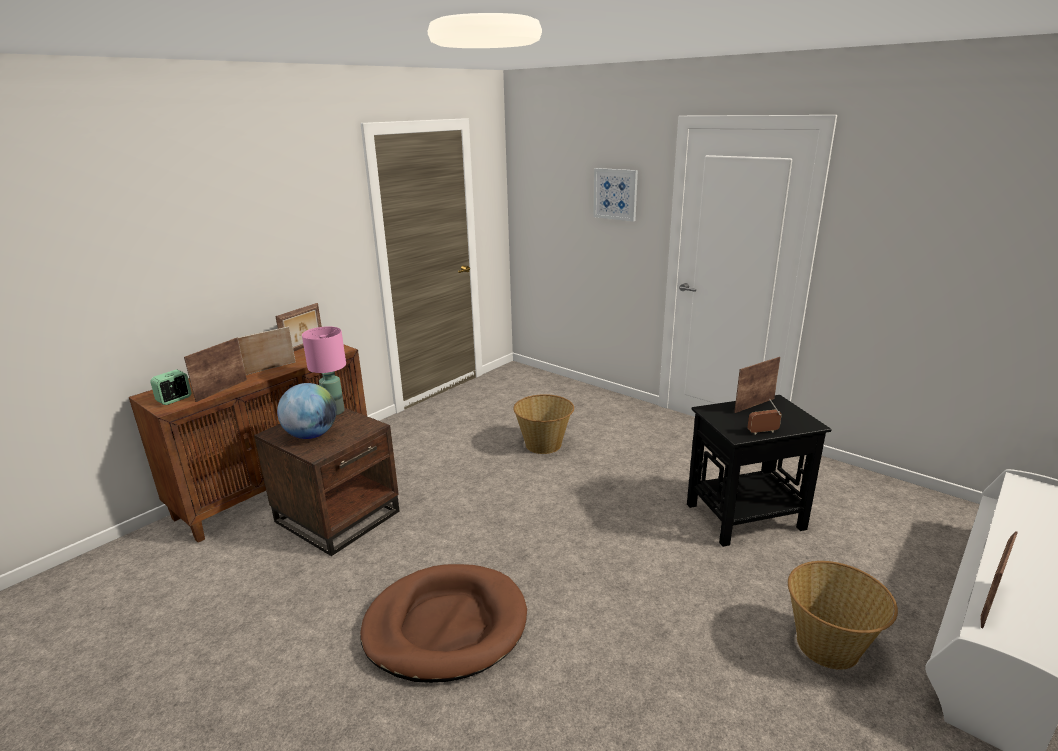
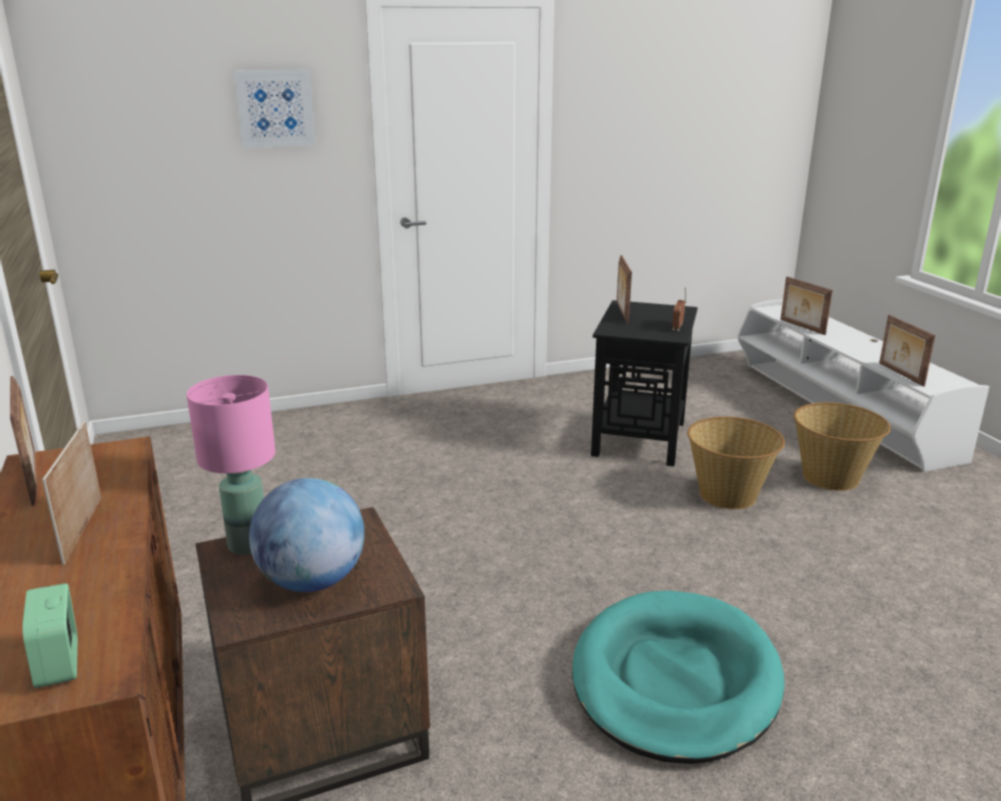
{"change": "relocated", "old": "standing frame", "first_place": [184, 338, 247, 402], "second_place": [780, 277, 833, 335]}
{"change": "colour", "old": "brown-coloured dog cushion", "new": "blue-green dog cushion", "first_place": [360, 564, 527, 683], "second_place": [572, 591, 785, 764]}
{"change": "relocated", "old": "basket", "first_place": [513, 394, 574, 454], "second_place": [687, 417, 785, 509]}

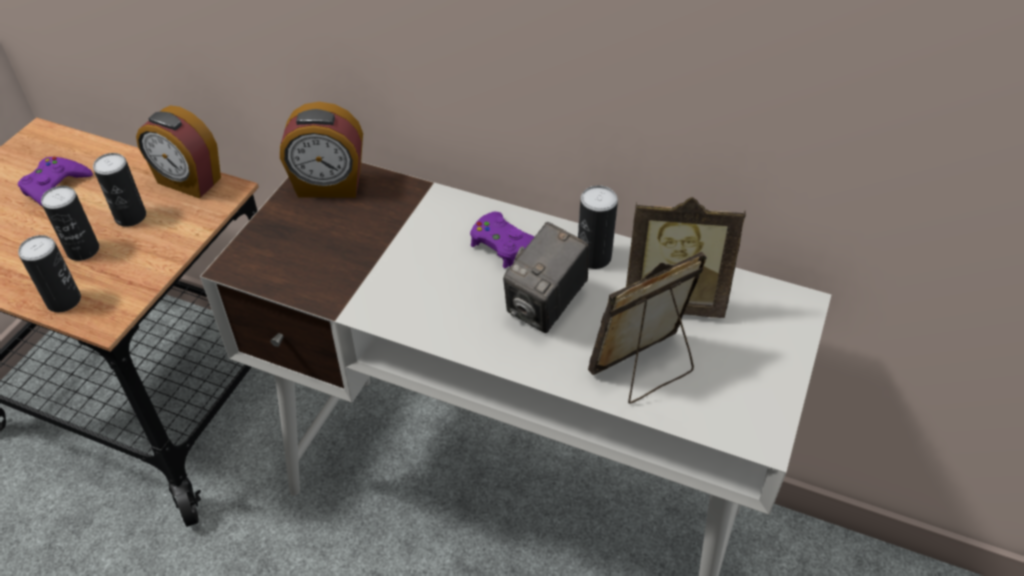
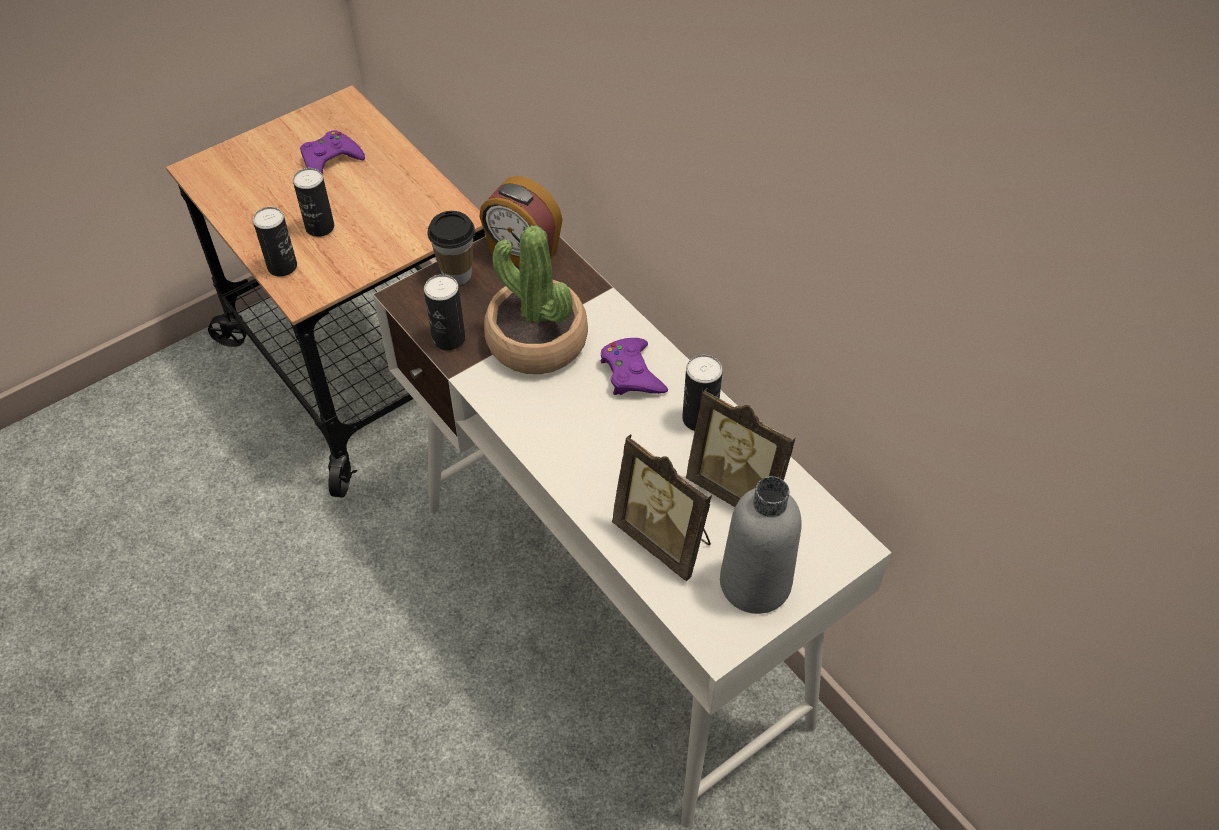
{"change": "relocated", "old": "can", "first_place": [93, 153, 146, 227], "second_place": [424, 274, 465, 351]}
{"change": "missing", "old": "table clock", "first_place": [136, 105, 221, 199]}
{"change": "missing", "old": "photo camera", "first_place": [503, 222, 588, 333]}
{"change": "spun", "old": "standing frame", "first_place": [588, 251, 707, 404], "second_place": [612, 434, 712, 581], "degrees": -135}
{"change": "appeared", "new": "small cup", "second_place": [428, 211, 475, 285]}
{"change": "appeared", "new": "plant in a pot", "second_place": [484, 225, 588, 374]}
{"change": "appeared", "new": "gray bottle", "second_place": [720, 476, 802, 614]}

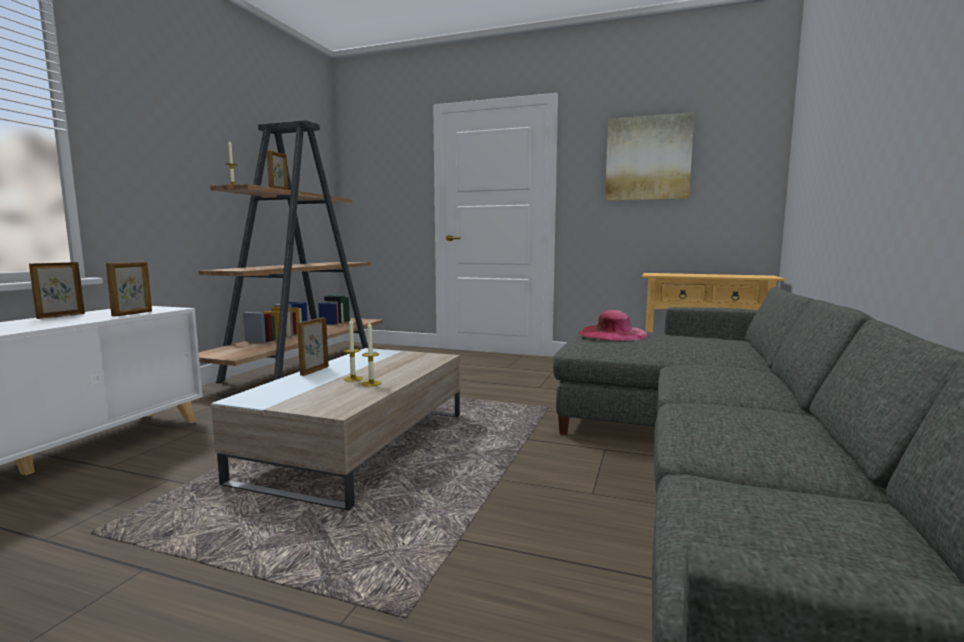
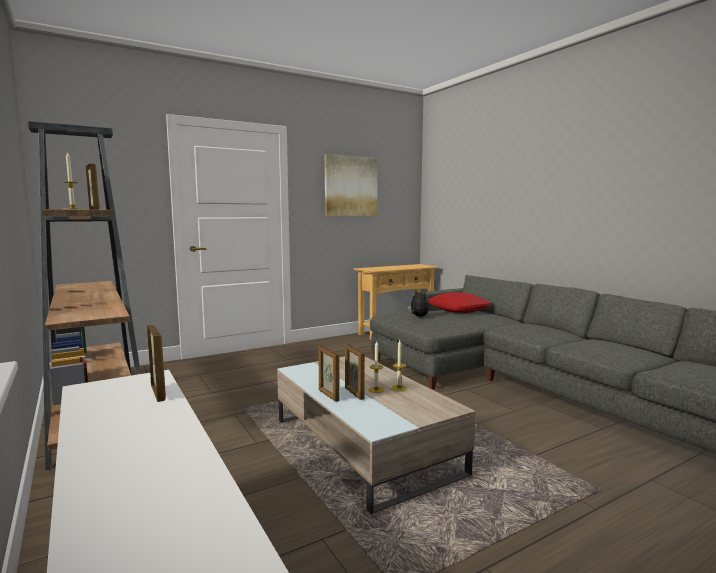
{"change": "relocated", "old": "standing frame", "first_place": [29, 262, 85, 319], "second_place": [345, 344, 365, 400]}
{"change": "exchanged", "old": "pinkish wearable hat", "new": "soft toy", "first_place": [579, 310, 649, 341], "second_place": [408, 290, 430, 317]}
{"change": "appeared", "new": "red throw pillow", "second_place": [429, 292, 491, 313]}

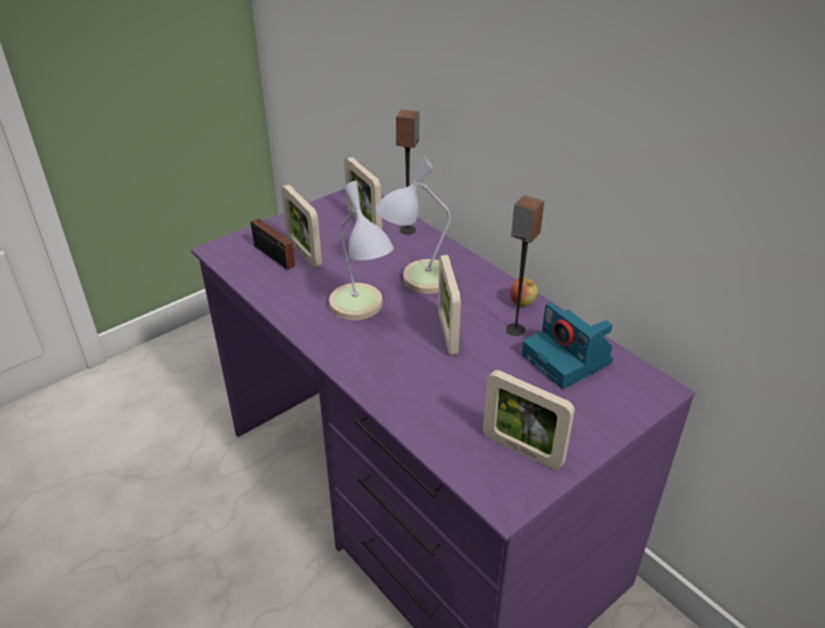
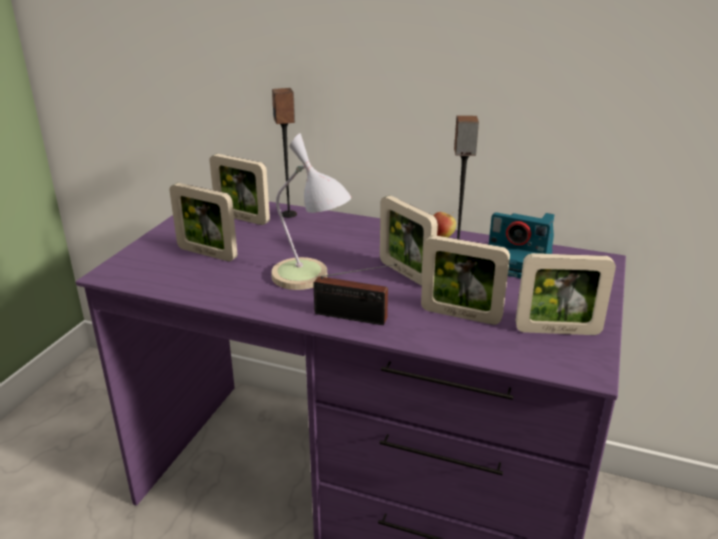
{"change": "relocated", "old": "radio", "first_place": [250, 218, 295, 270], "second_place": [313, 264, 397, 325]}
{"change": "missing", "old": "tabletop lamp", "first_place": [376, 156, 454, 294]}
{"change": "appeared", "new": "standing frame", "second_place": [421, 235, 510, 325]}

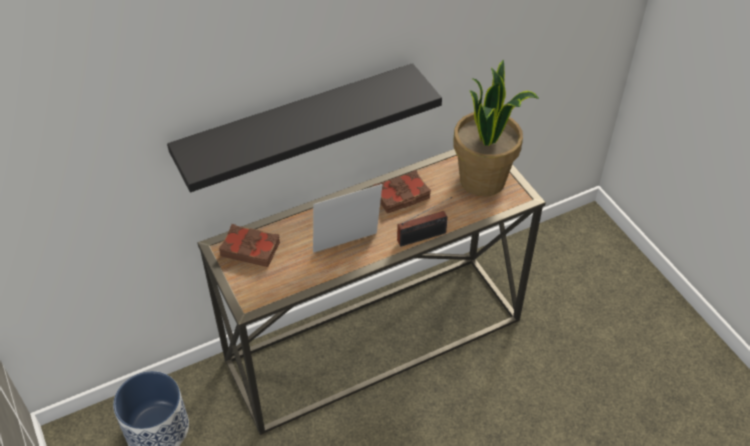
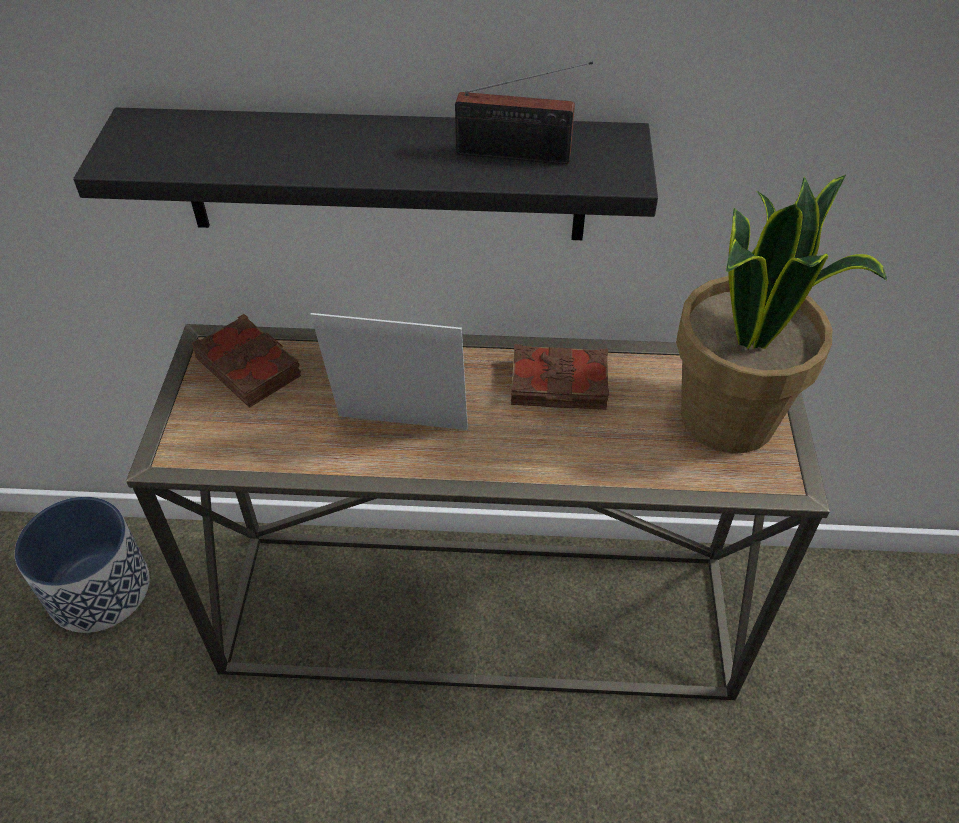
{"change": "relocated", "old": "radio", "first_place": [397, 197, 452, 247], "second_place": [455, 61, 593, 165]}

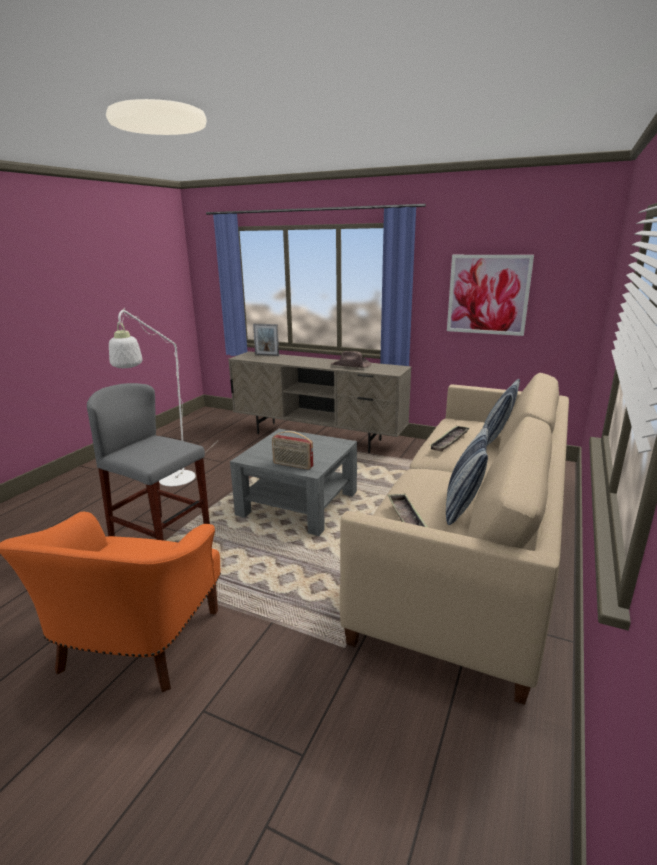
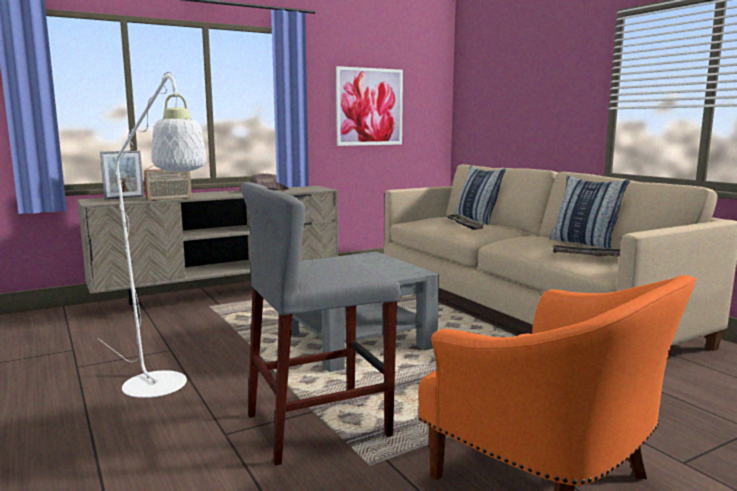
{"change": "relocated", "old": "radio", "first_place": [272, 431, 313, 470], "second_place": [144, 165, 192, 201]}

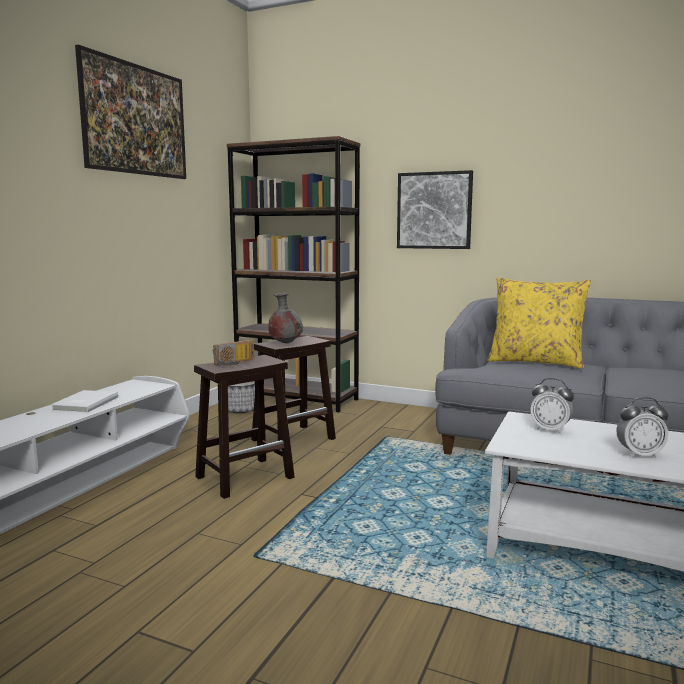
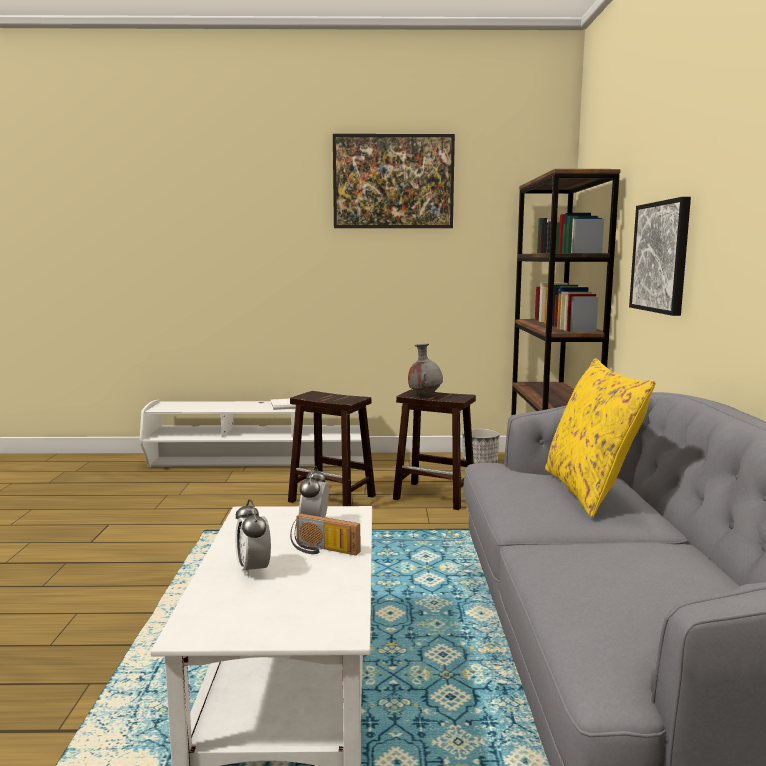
{"change": "relocated", "old": "radio", "first_place": [213, 340, 254, 366], "second_place": [290, 513, 360, 556]}

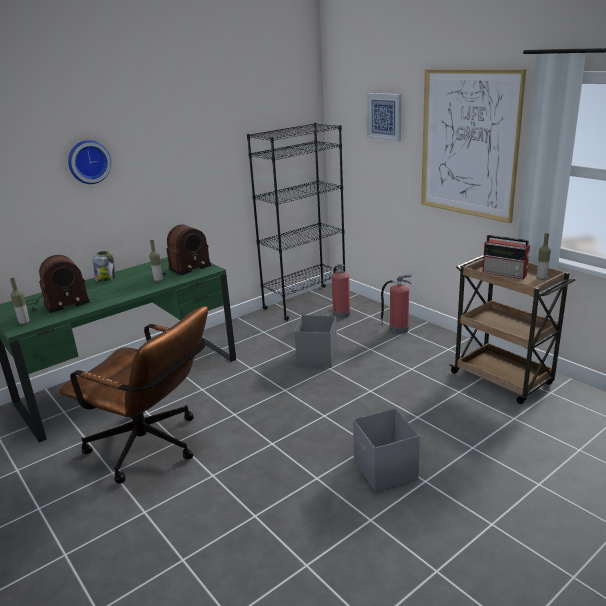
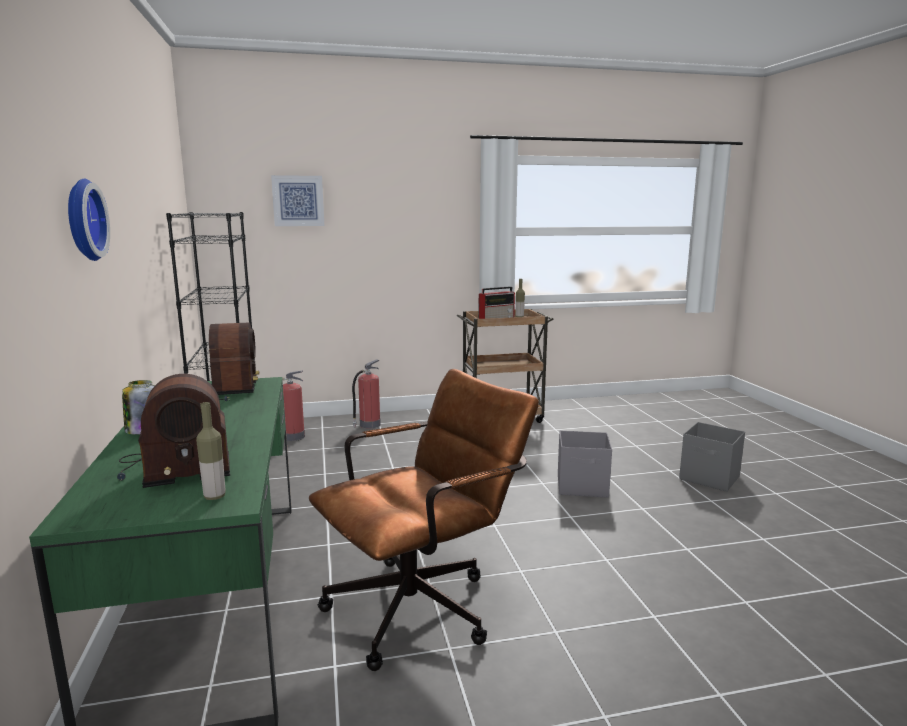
{"change": "spun", "old": "radio", "first_place": [26, 255, 90, 313], "second_place": [117, 374, 230, 488], "degrees": 75}
{"change": "missing", "old": "bottle", "first_place": [149, 240, 163, 282]}
{"change": "relocated", "old": "gray storage box", "first_place": [294, 315, 337, 368], "second_place": [679, 422, 745, 492]}
{"change": "missing", "old": "wall art", "first_place": [421, 69, 526, 223]}

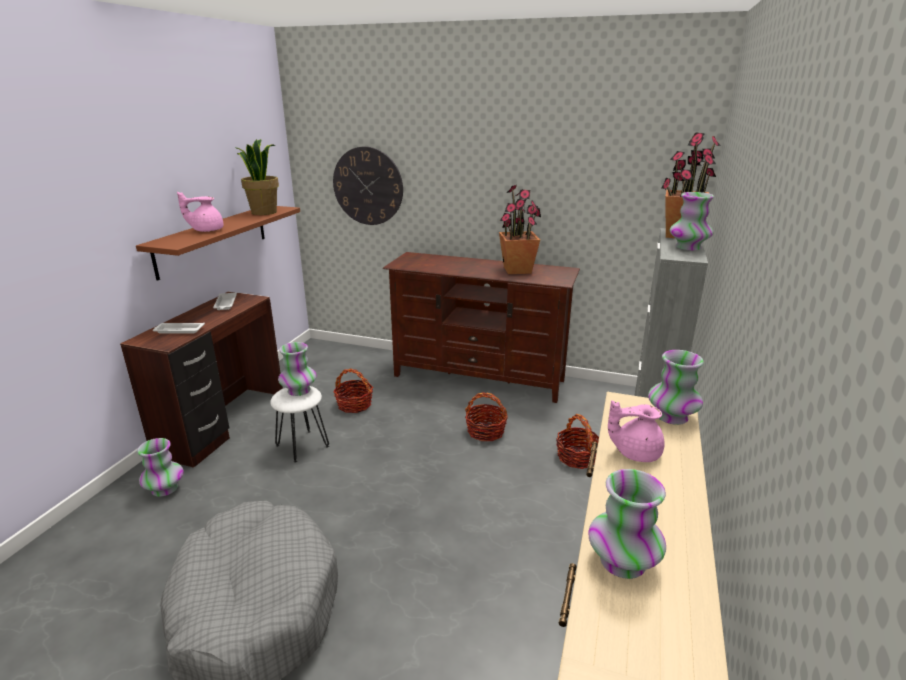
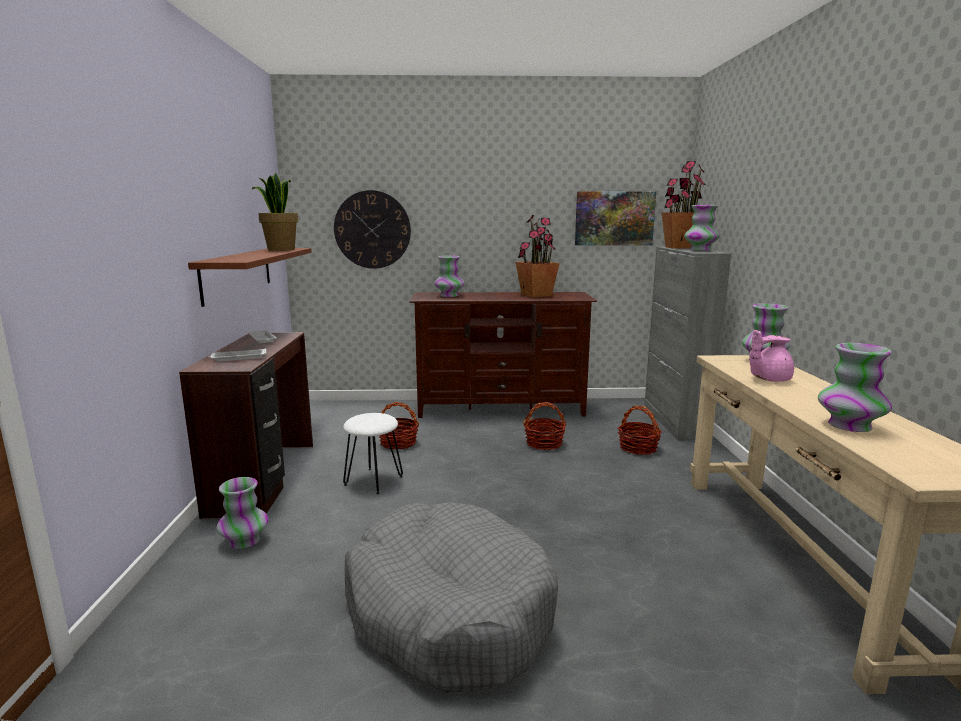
{"change": "missing", "old": "pinkish teapot", "first_place": [177, 192, 224, 232]}
{"change": "relocated", "old": "flower vase", "first_place": [278, 342, 317, 396], "second_place": [434, 256, 465, 297]}
{"change": "appeared", "new": "wall art", "second_place": [575, 192, 656, 245]}

